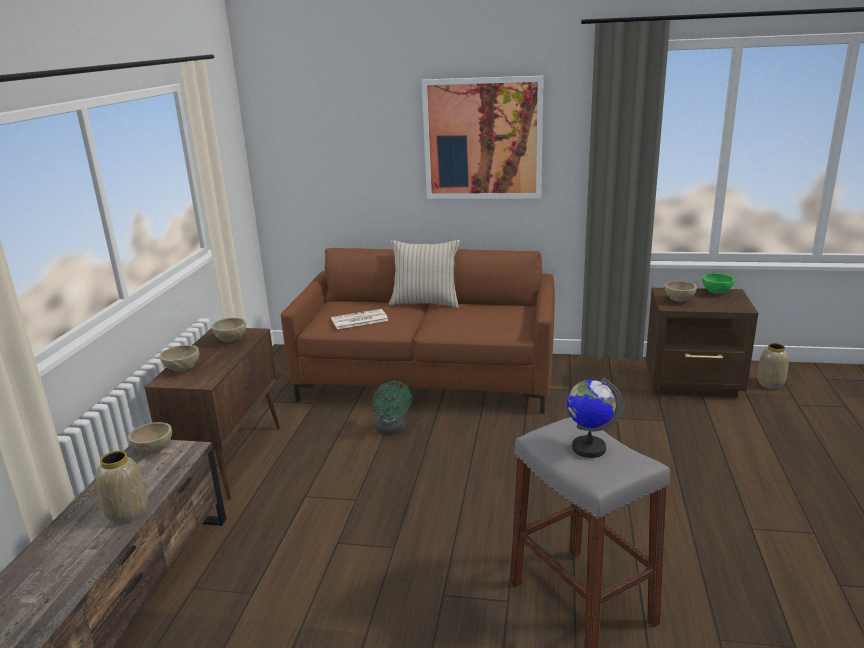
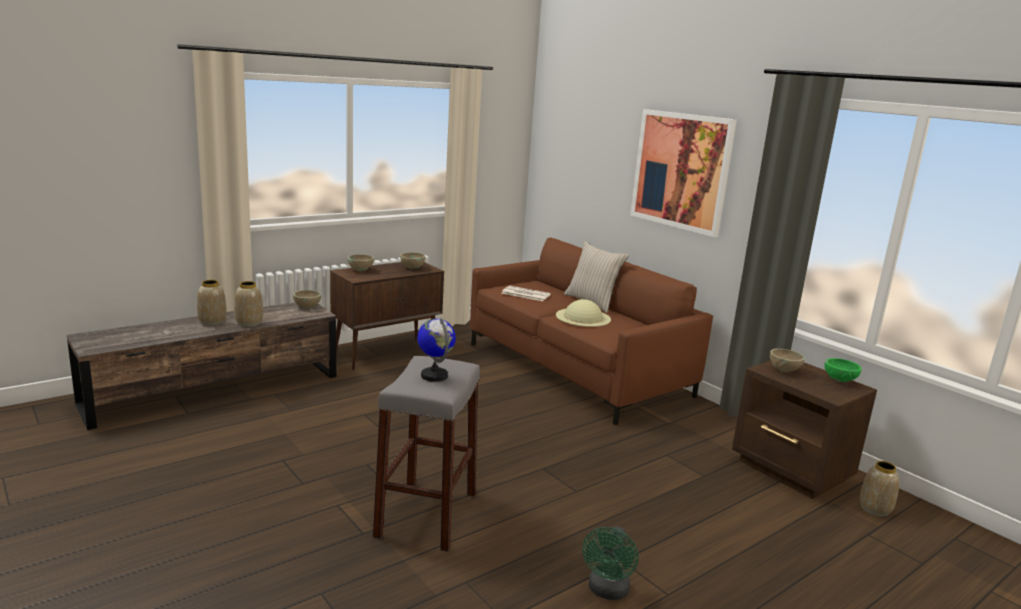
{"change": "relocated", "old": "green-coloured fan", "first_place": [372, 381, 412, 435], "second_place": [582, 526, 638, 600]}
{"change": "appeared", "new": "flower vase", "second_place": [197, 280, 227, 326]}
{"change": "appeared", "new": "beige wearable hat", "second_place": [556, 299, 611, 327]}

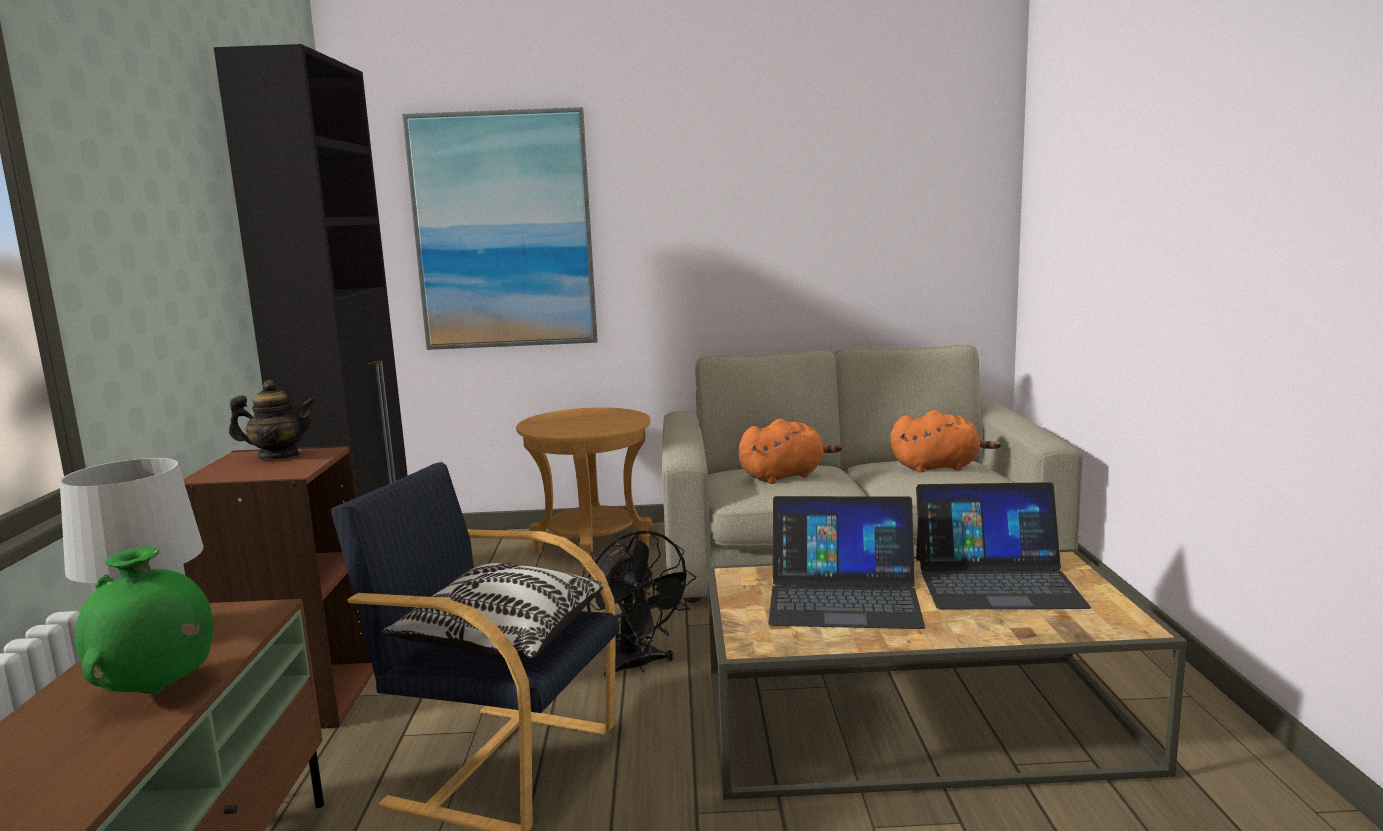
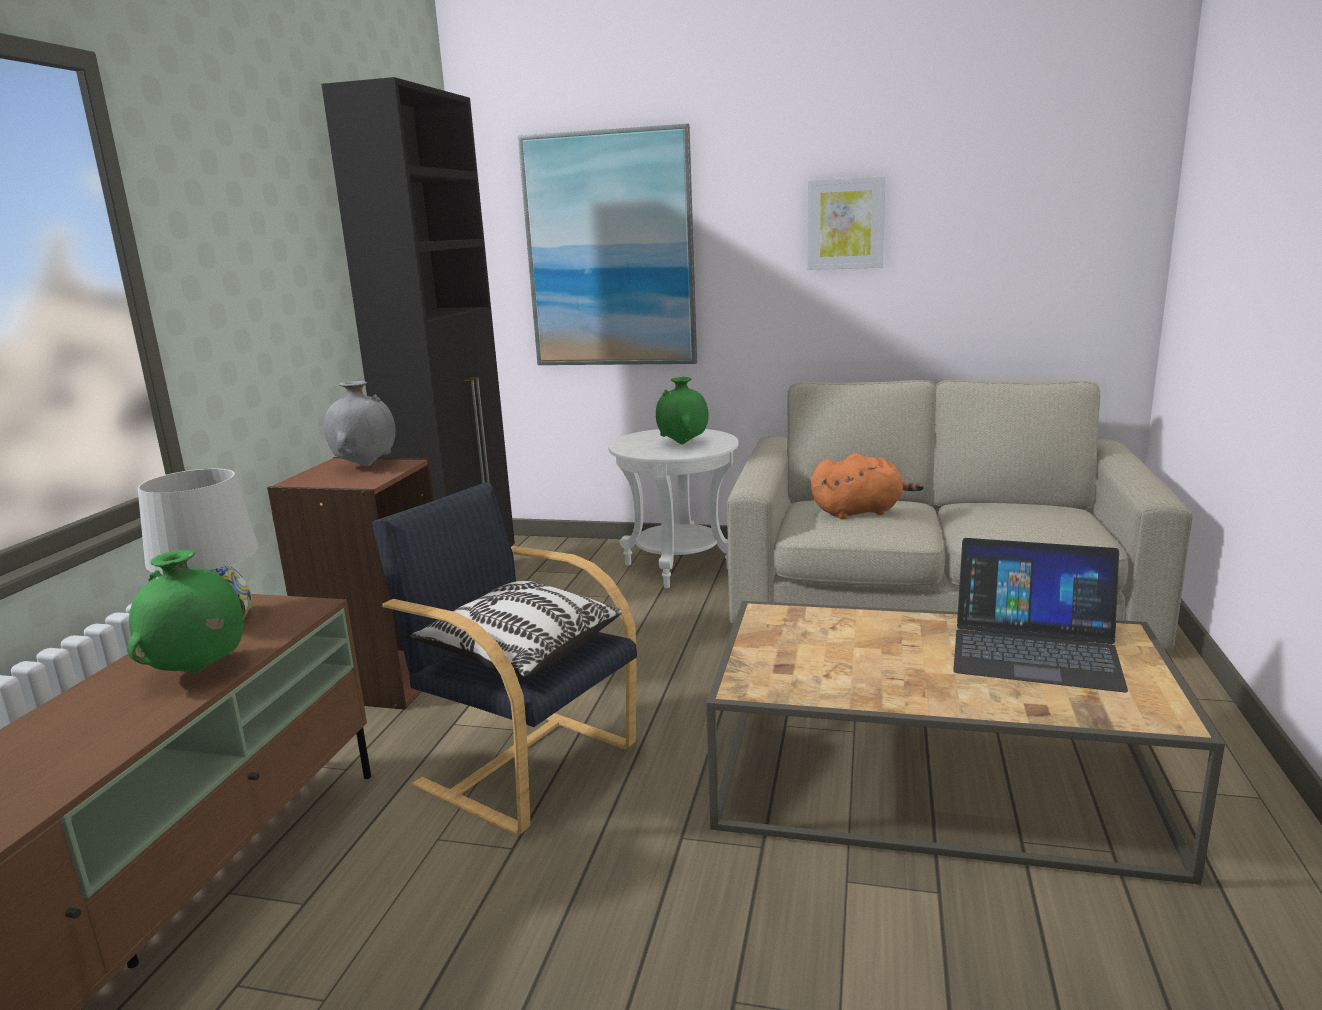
{"change": "exchanged", "old": "teapot", "new": "gray flower vase", "first_place": [229, 380, 316, 460], "second_place": [324, 381, 396, 466]}
{"change": "colour", "old": "brown-coloured side table", "new": "white-coloured side table", "first_place": [516, 407, 651, 572], "second_place": [608, 429, 739, 588]}
{"change": "missing", "old": "black fan", "first_place": [587, 530, 697, 679]}
{"change": "missing", "old": "laptop", "first_place": [768, 496, 925, 629]}
{"change": "missing", "old": "orangey soft toy", "first_place": [890, 410, 1001, 473]}
{"change": "appeared", "new": "green-coloured flower vase", "second_place": [656, 377, 709, 444]}
{"change": "appeared", "new": "wall art", "second_place": [807, 176, 886, 270]}

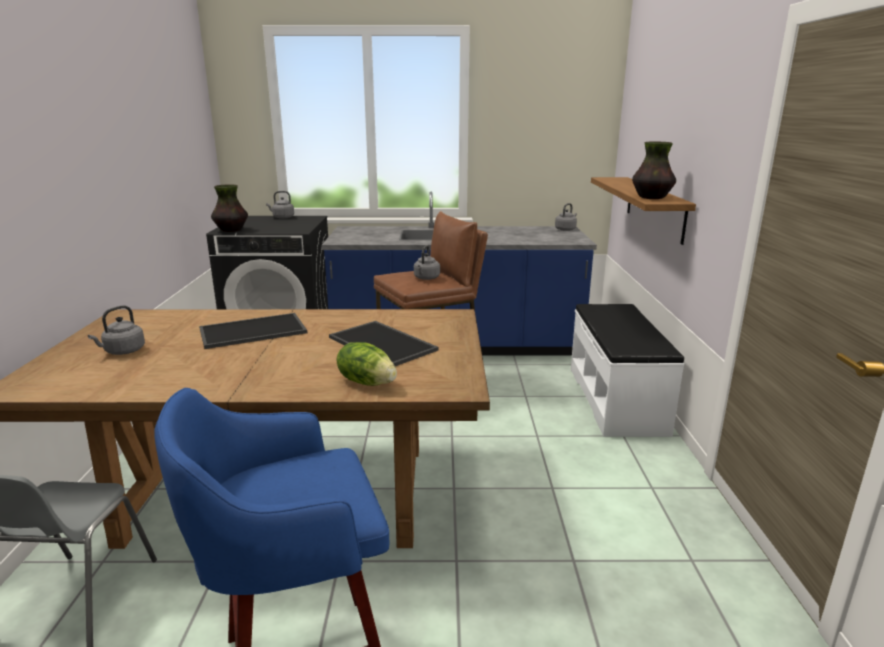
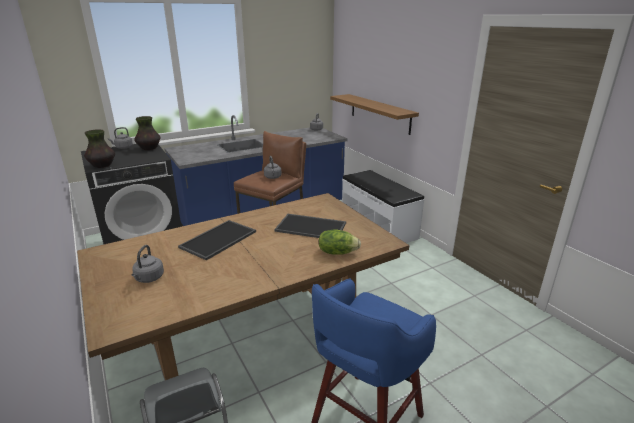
{"change": "relocated", "old": "flower vase", "first_place": [632, 142, 676, 199], "second_place": [134, 116, 161, 150]}

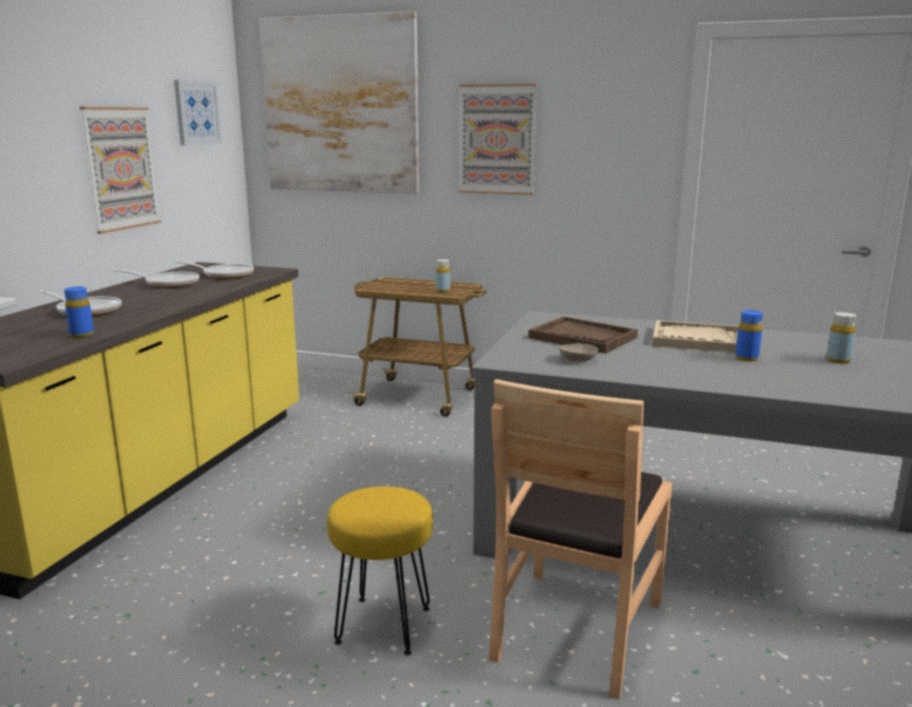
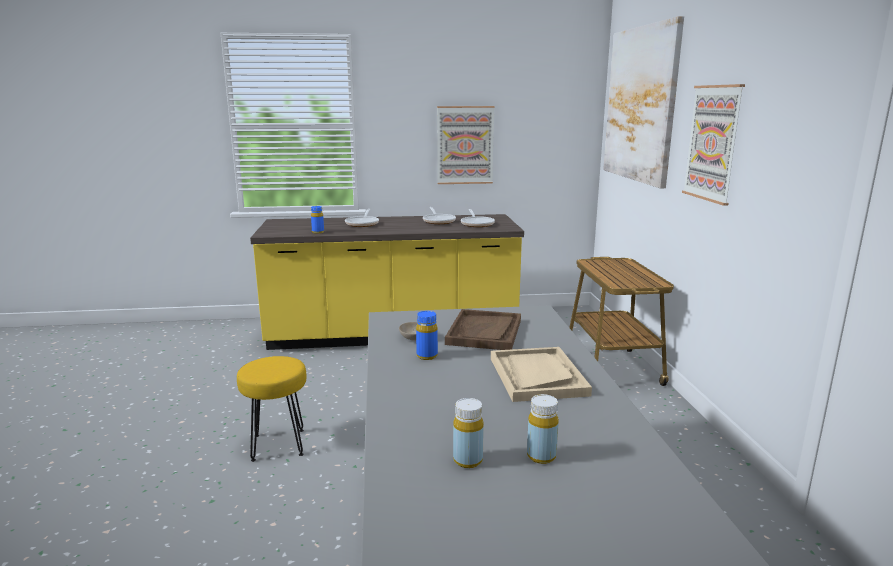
{"change": "missing", "old": "wall art", "first_place": [174, 80, 222, 146]}
{"change": "relocated", "old": "yellowish bottle", "first_place": [436, 259, 450, 292], "second_place": [453, 398, 484, 468]}
{"change": "missing", "old": "brown-coloured upright chair", "first_place": [489, 379, 672, 700]}
{"change": "relocated", "old": "blue bottle", "first_place": [735, 310, 763, 361], "second_place": [416, 311, 438, 360]}

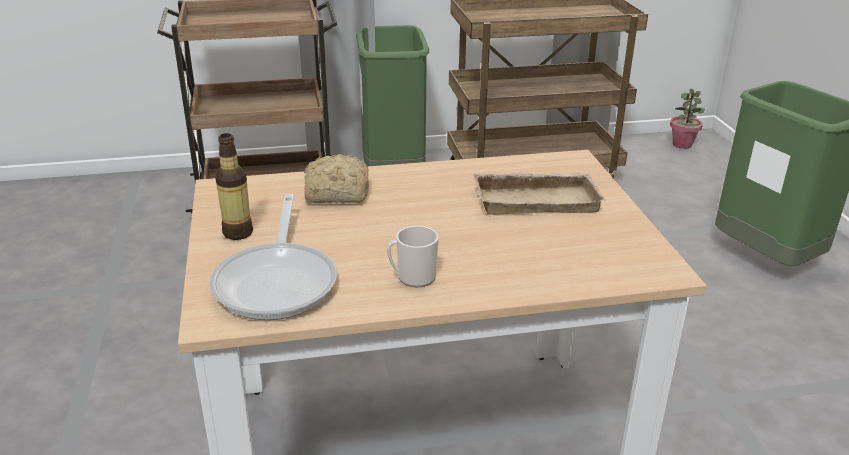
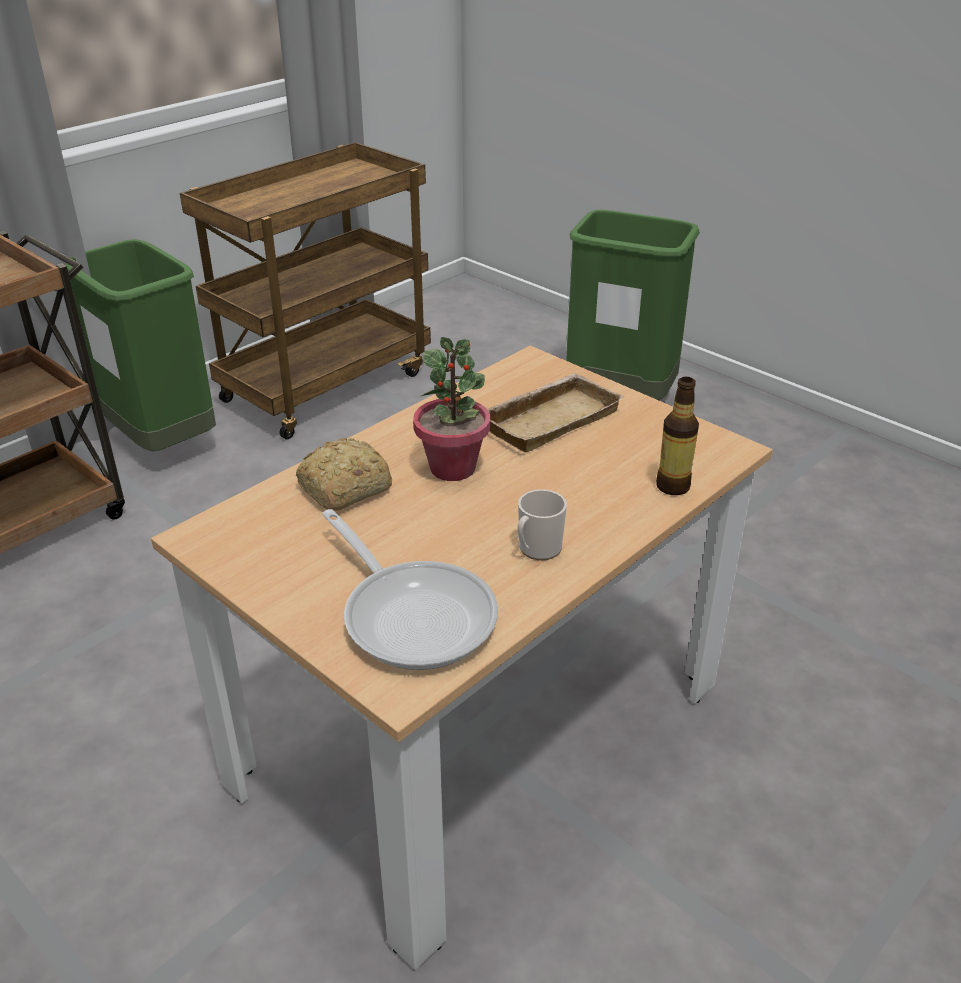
{"change": "relocated", "old": "bottle", "first_place": [215, 133, 253, 240], "second_place": [656, 377, 699, 495]}
{"change": "relocated", "old": "plant in a pot", "first_place": [670, 89, 705, 149], "second_place": [413, 337, 490, 481]}

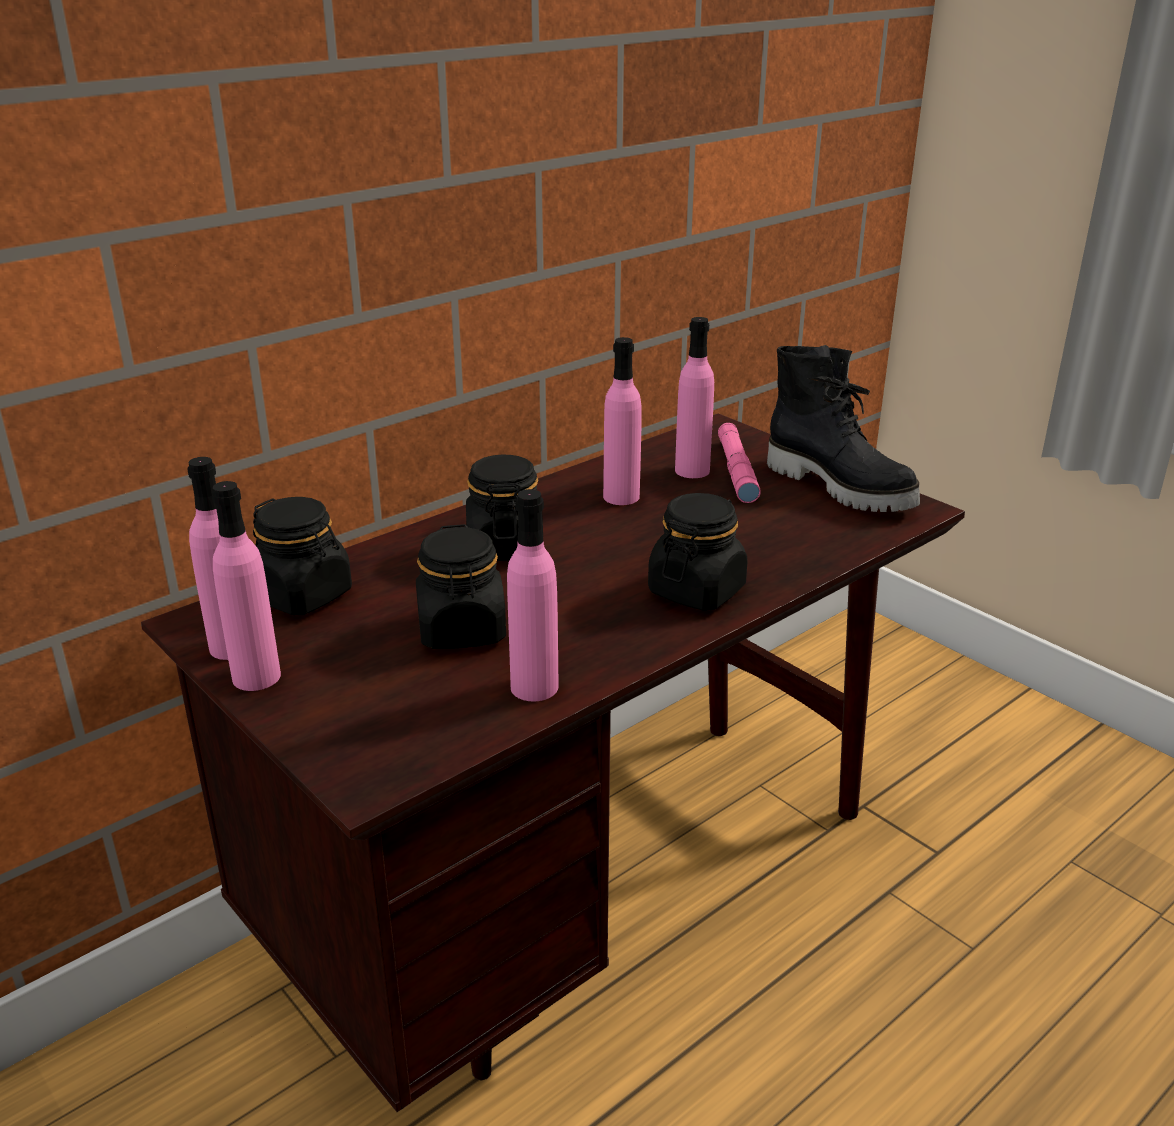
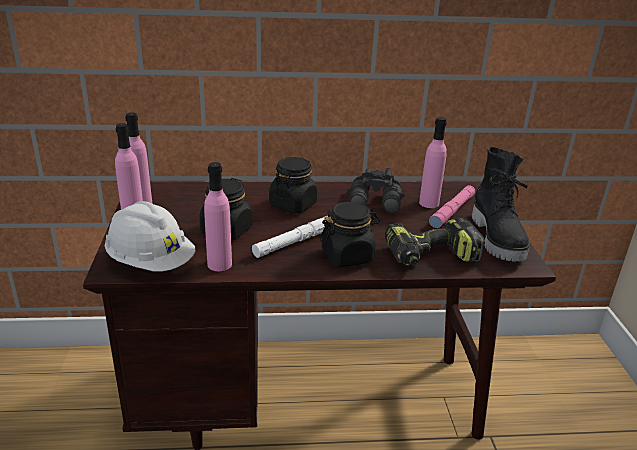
{"change": "missing", "old": "black storage jar", "first_place": [253, 497, 352, 615]}
{"change": "exchanged", "old": "pinkish bottle", "new": "black binoculars", "first_place": [603, 337, 642, 505], "second_place": [347, 168, 405, 213]}
{"change": "appeared", "new": "white-coloured hard hat", "second_place": [105, 201, 195, 271]}
{"change": "appeared", "new": "white-coloured torch", "second_place": [252, 216, 328, 258]}
{"change": "appeared", "new": "drill", "second_place": [385, 218, 485, 266]}

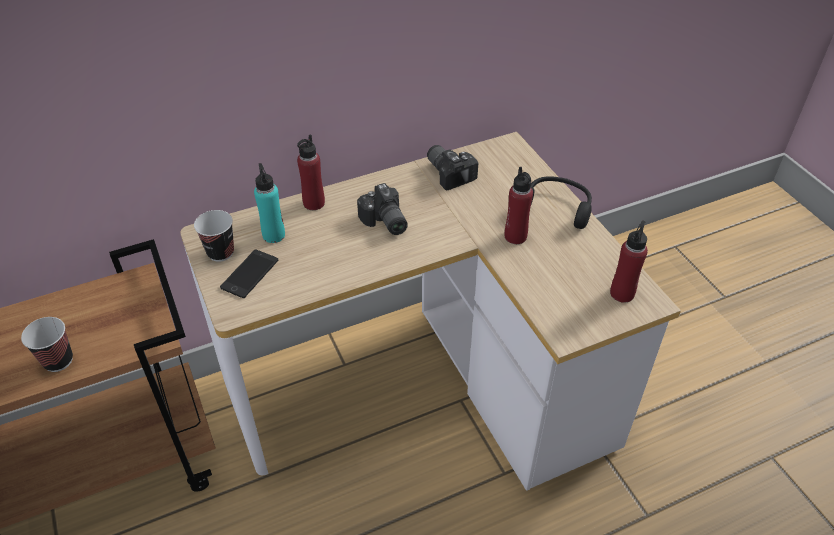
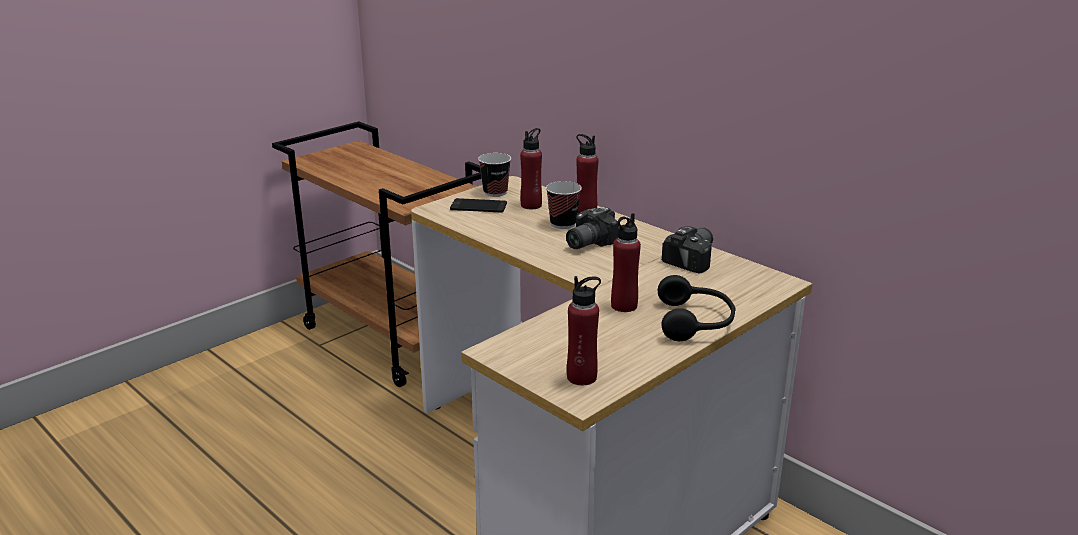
{"change": "relocated", "old": "small cup", "first_place": [21, 317, 73, 372], "second_place": [546, 181, 582, 229]}
{"change": "colour", "old": "blue-green bottle", "new": "red bottle", "first_place": [254, 163, 285, 243], "second_place": [520, 128, 542, 209]}

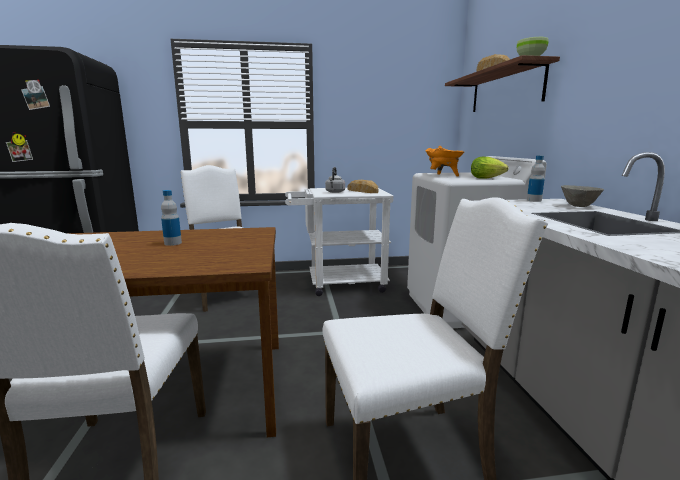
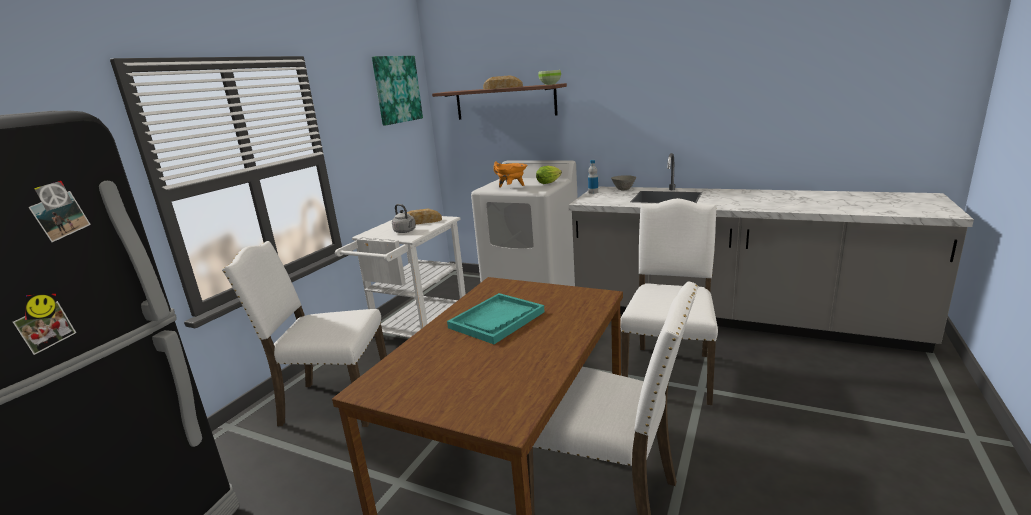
{"change": "exchanged", "old": "bottle", "new": "blue-green tray", "first_place": [161, 190, 182, 246], "second_place": [447, 293, 545, 344]}
{"change": "appeared", "new": "wall art", "second_place": [372, 56, 423, 125]}

